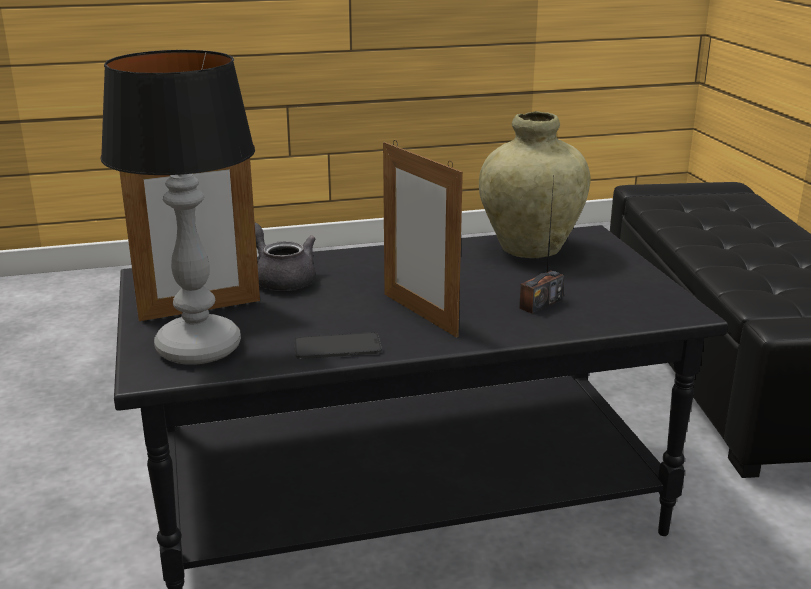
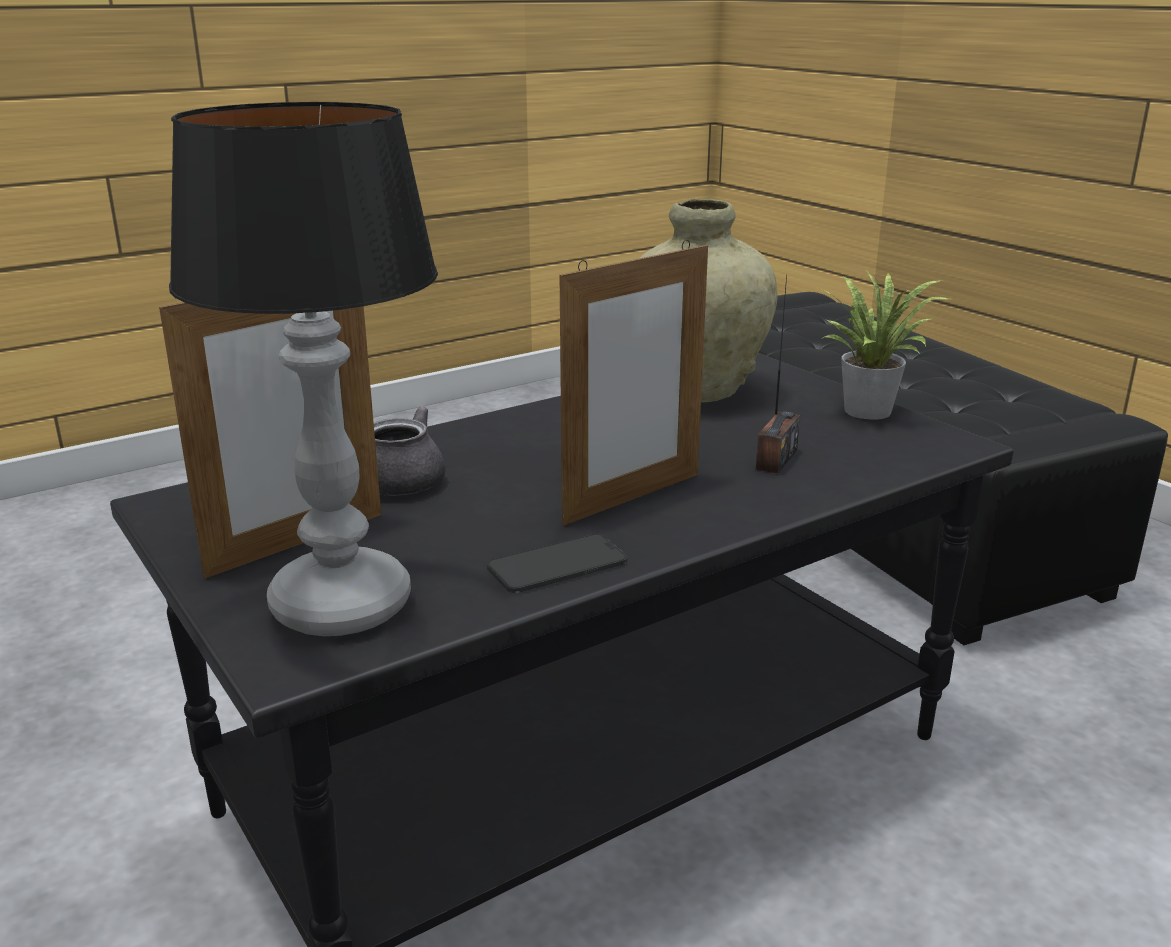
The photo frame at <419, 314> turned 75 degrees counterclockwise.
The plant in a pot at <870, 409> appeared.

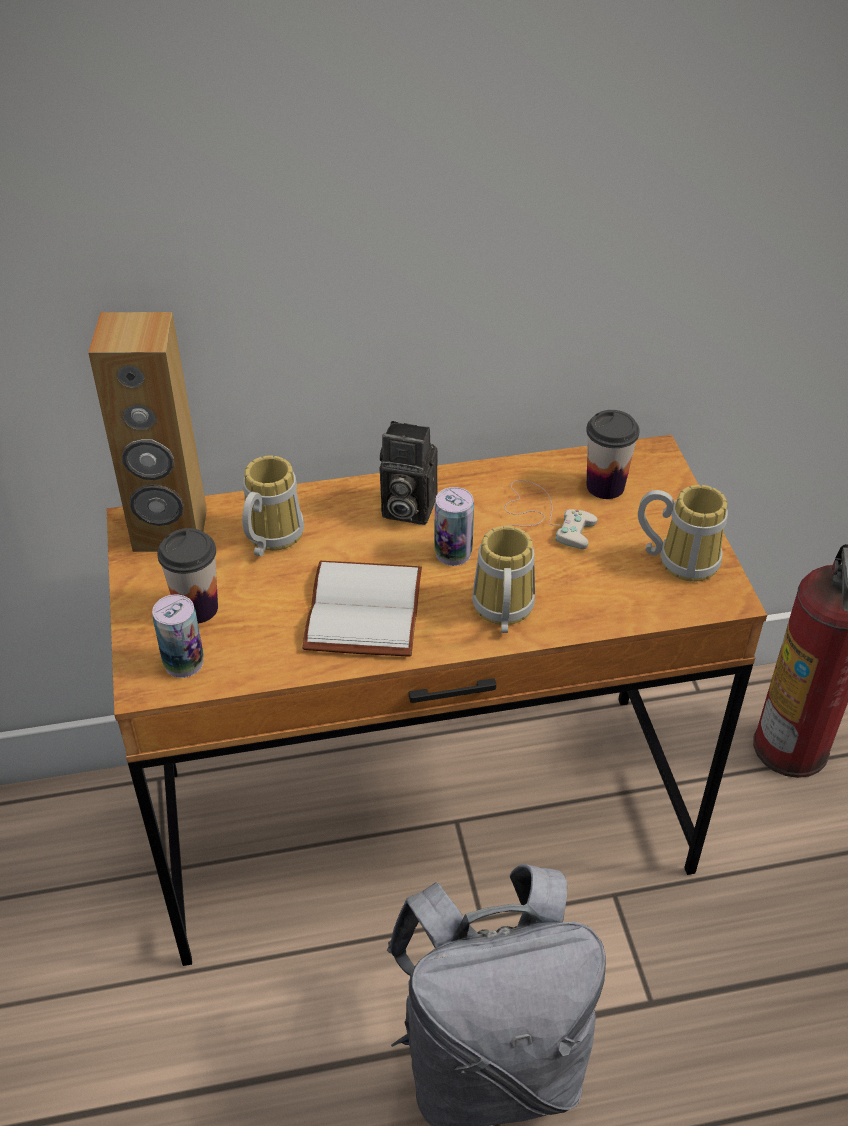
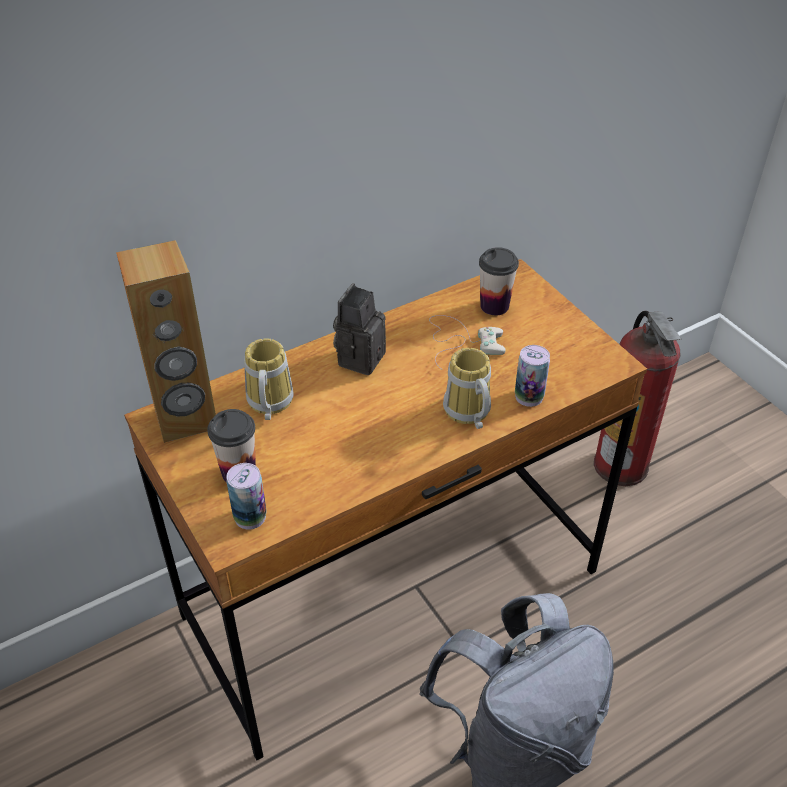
The whitish volume at <360, 609> disappeared.
The still camera at <405, 508> turned 120 degrees clockwise.
The sealed can moved from <453, 553> to <529, 396>.
The mug at <680, 558> disappeared.

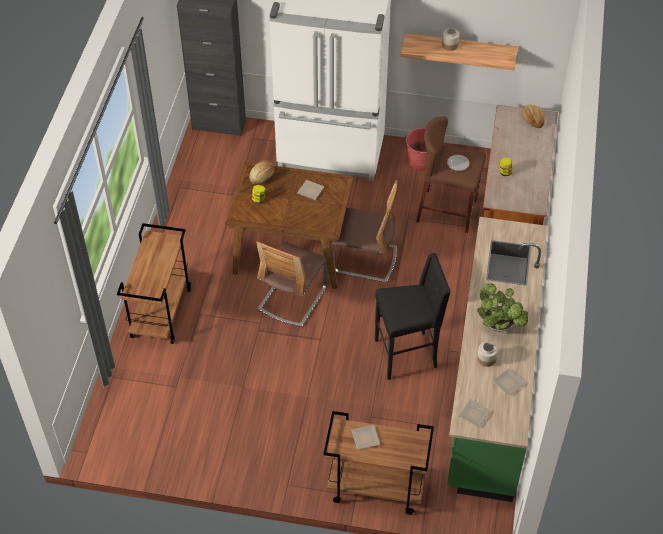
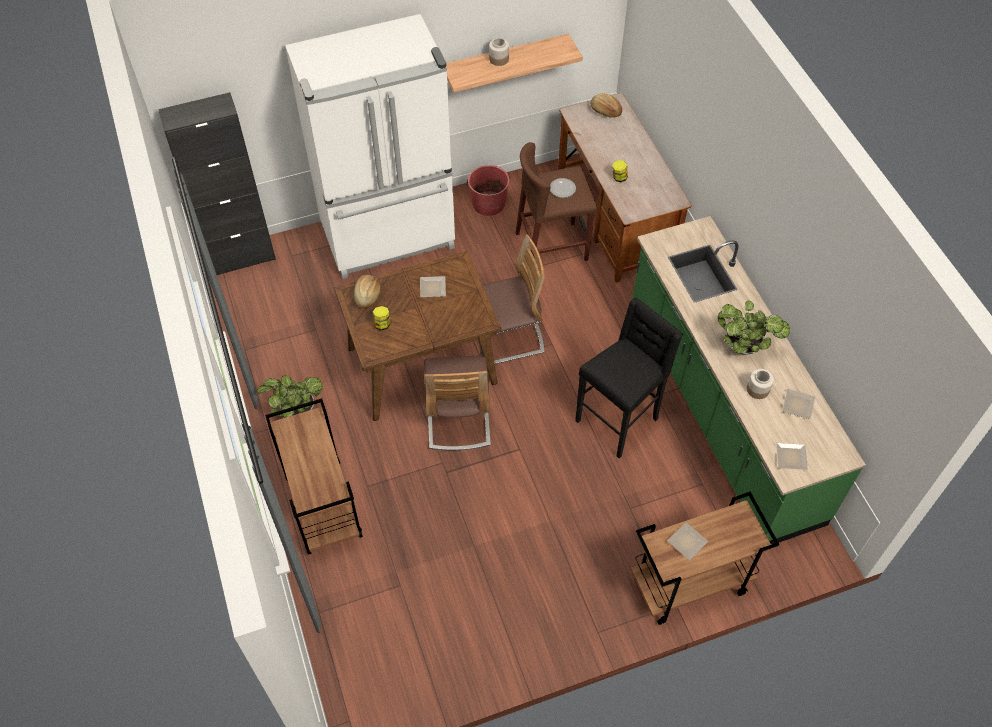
The plant in a pot at <296, 410> appeared.

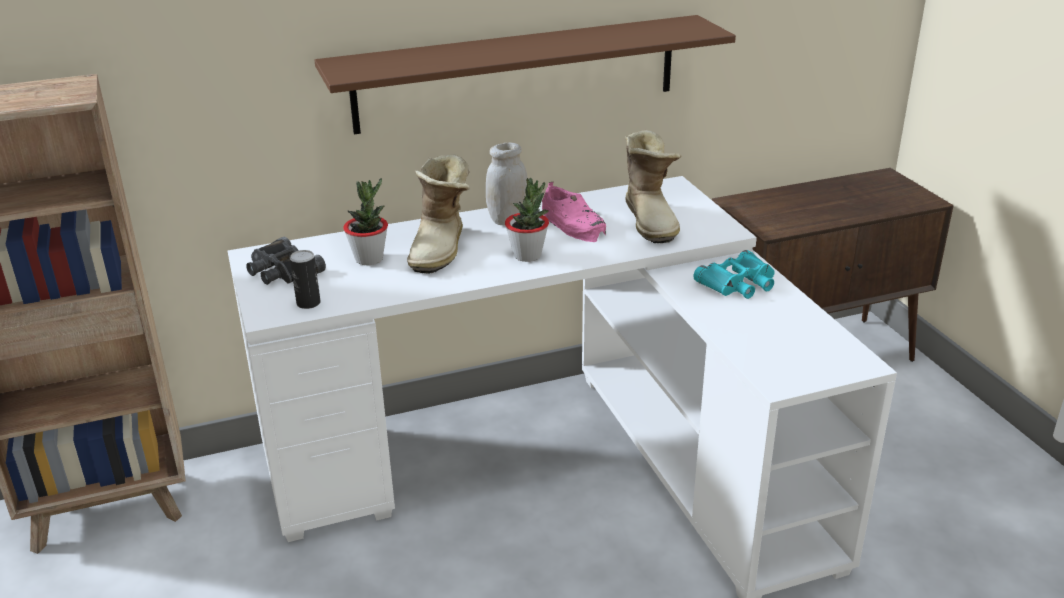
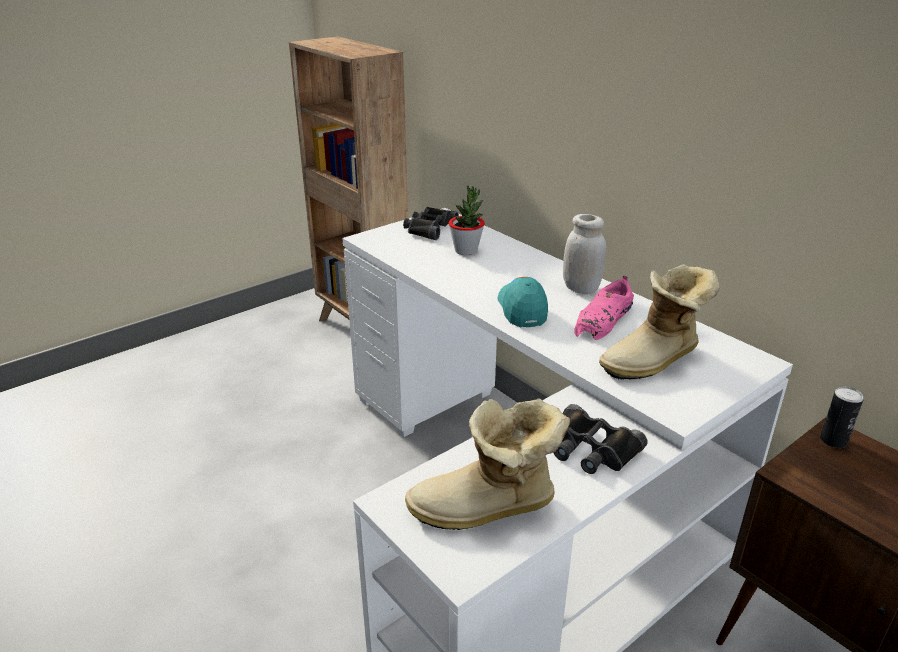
The sealed can moved from <308, 303> to <833, 440>.
The brown bracket shelf at <517, 73> disappeared.
The high-top boot moved from <442, 249> to <487, 509>.
The plant in a pot at <527, 255> was replaced by the turquoise cap at <522, 309>.
The turquoise binoculars at <738, 283> became the black binoculars at <590, 449>.

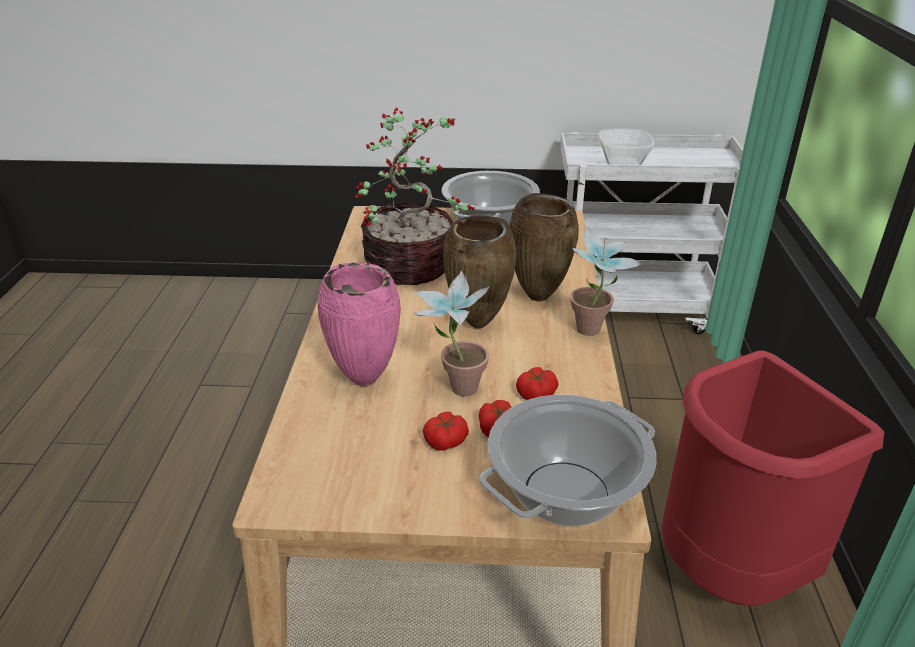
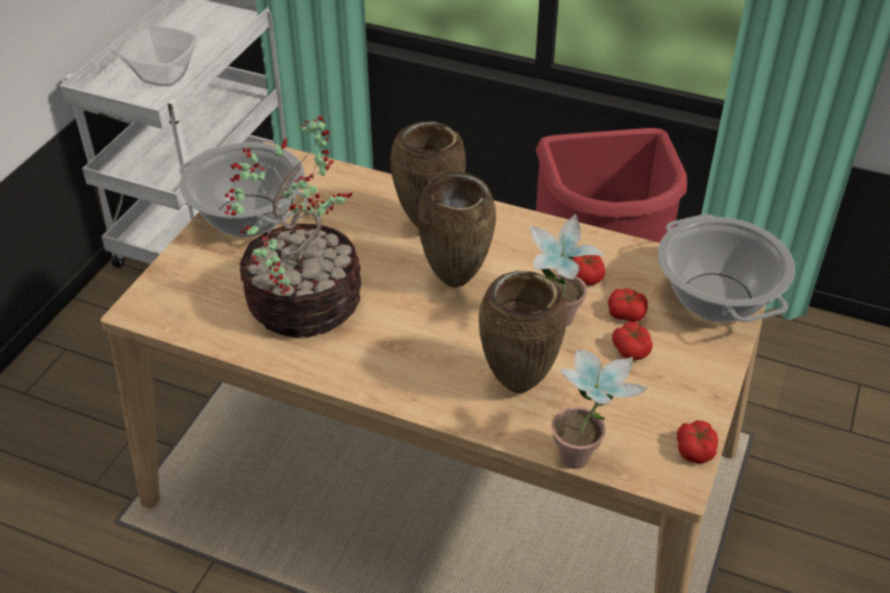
The pinkish flower vase at <366, 380> became the brown flower vase at <518, 384>.
The plant in a pot moved from <593, 334> to <586, 457>.
The fresh tomato at <695, 449> appeared.

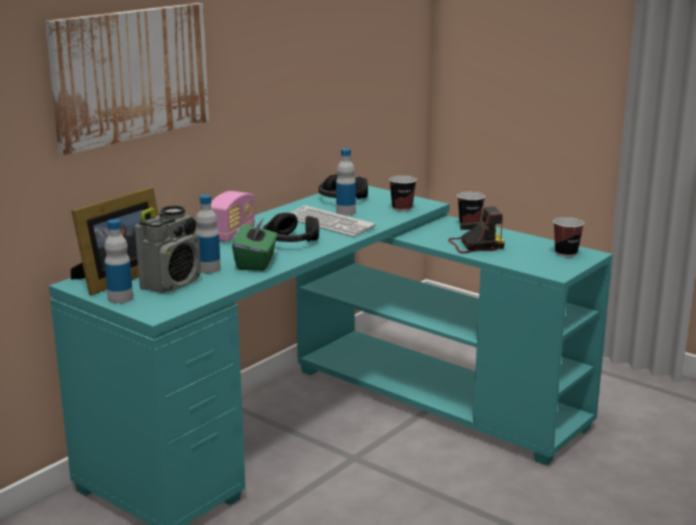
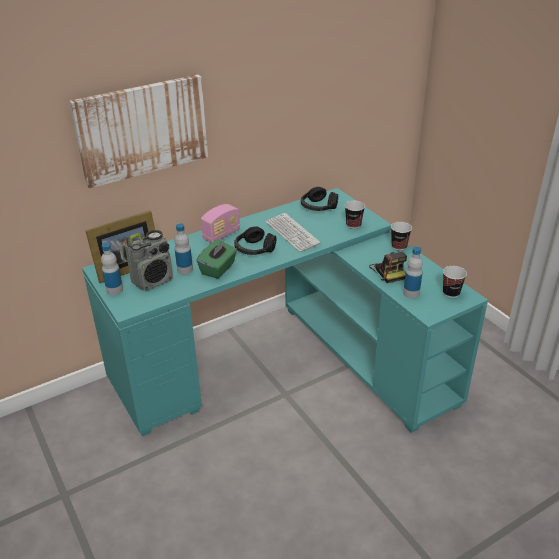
The bottle moved from <346, 212> to <411, 293>.
The still camera at <475, 246> turned 60 degrees clockwise.

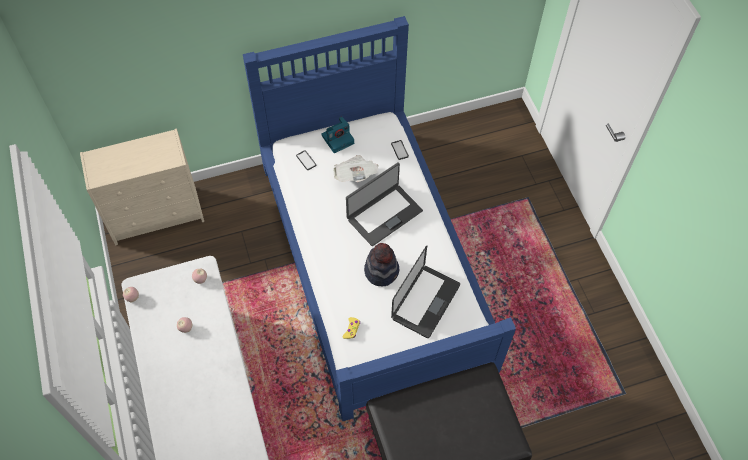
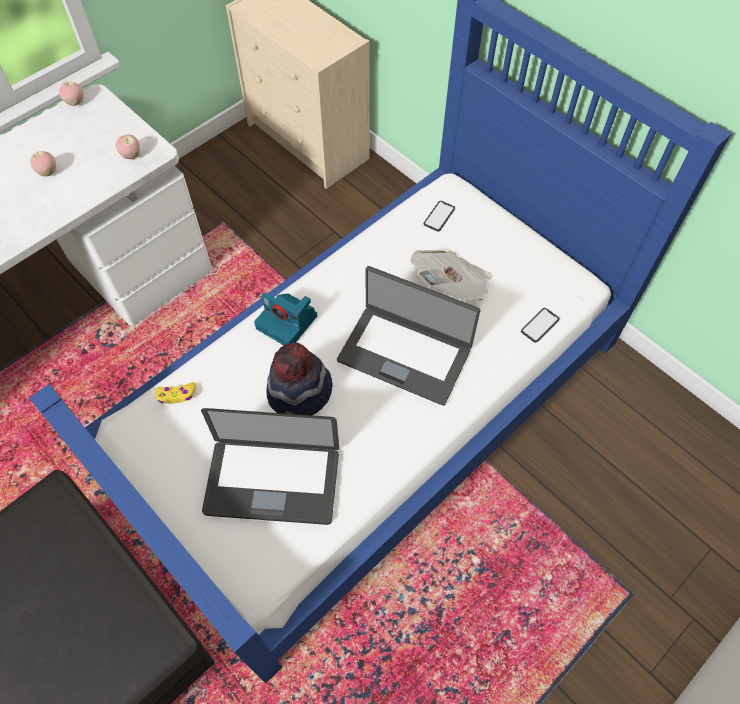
The still camera moved from <338, 139> to <288, 322>.

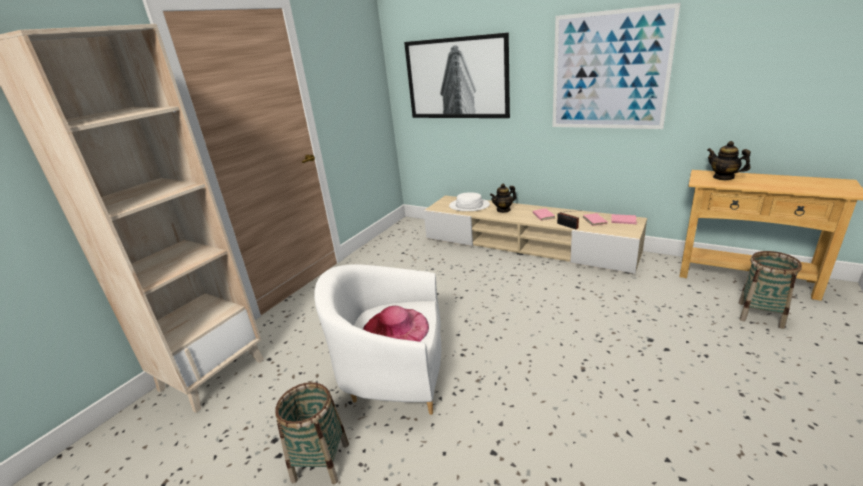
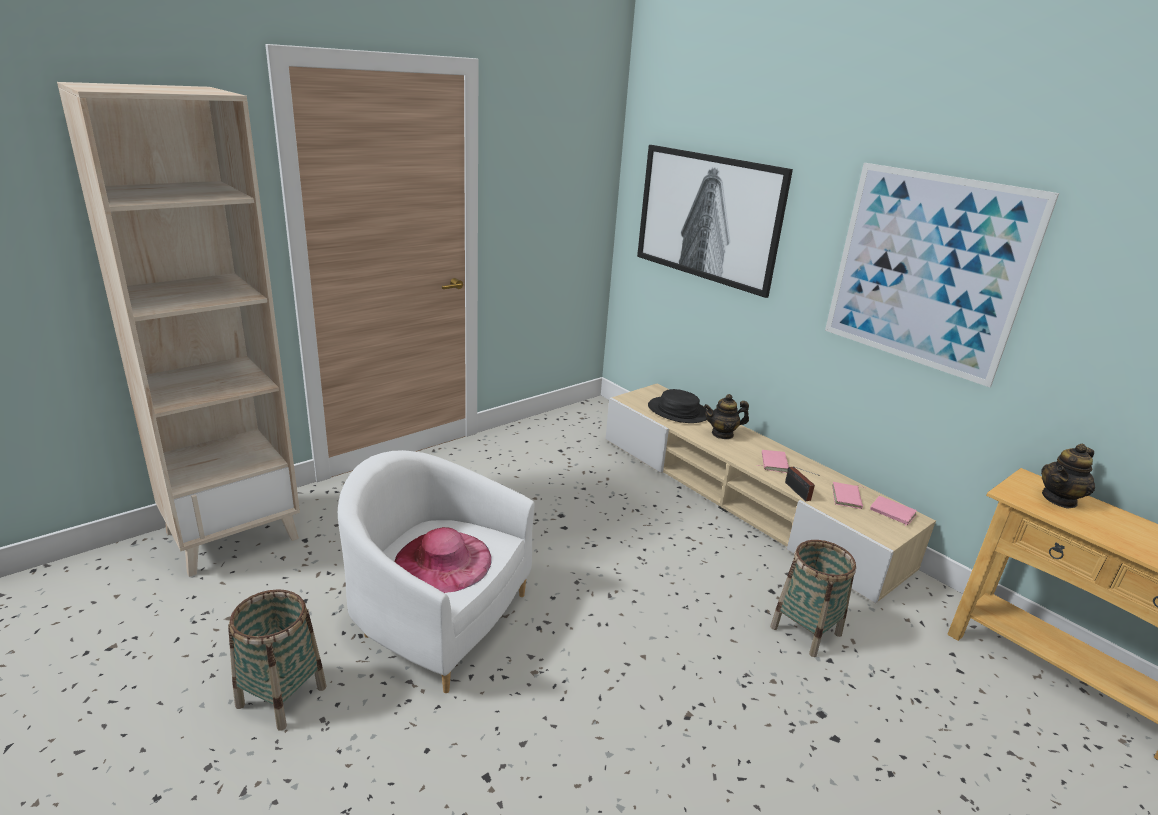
The whitish clothing hat at <469, 206> became the black clothing hat at <678, 411>.
The tea pot at <723, 177> turned 105 degrees counterclockwise.
The basket moved from <760, 315> to <805, 631>.

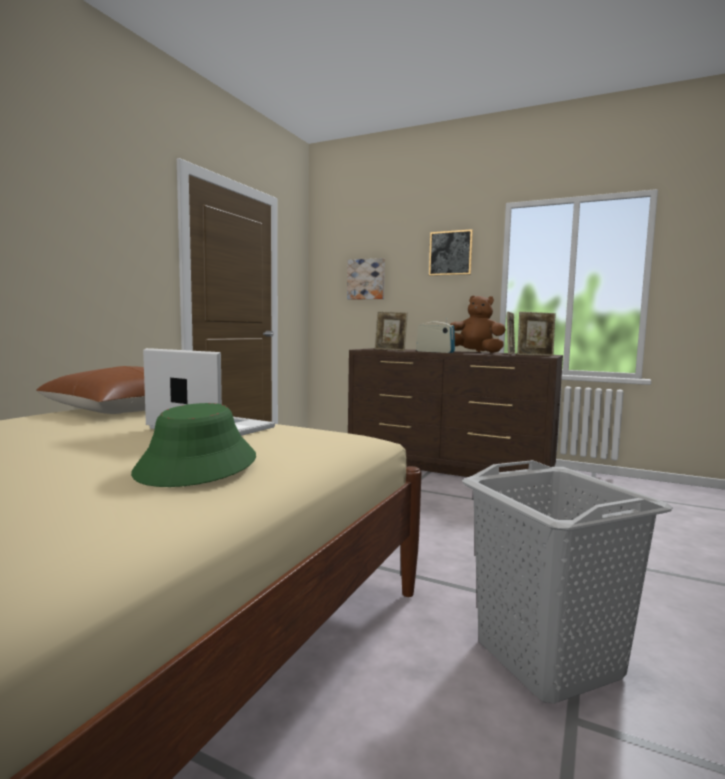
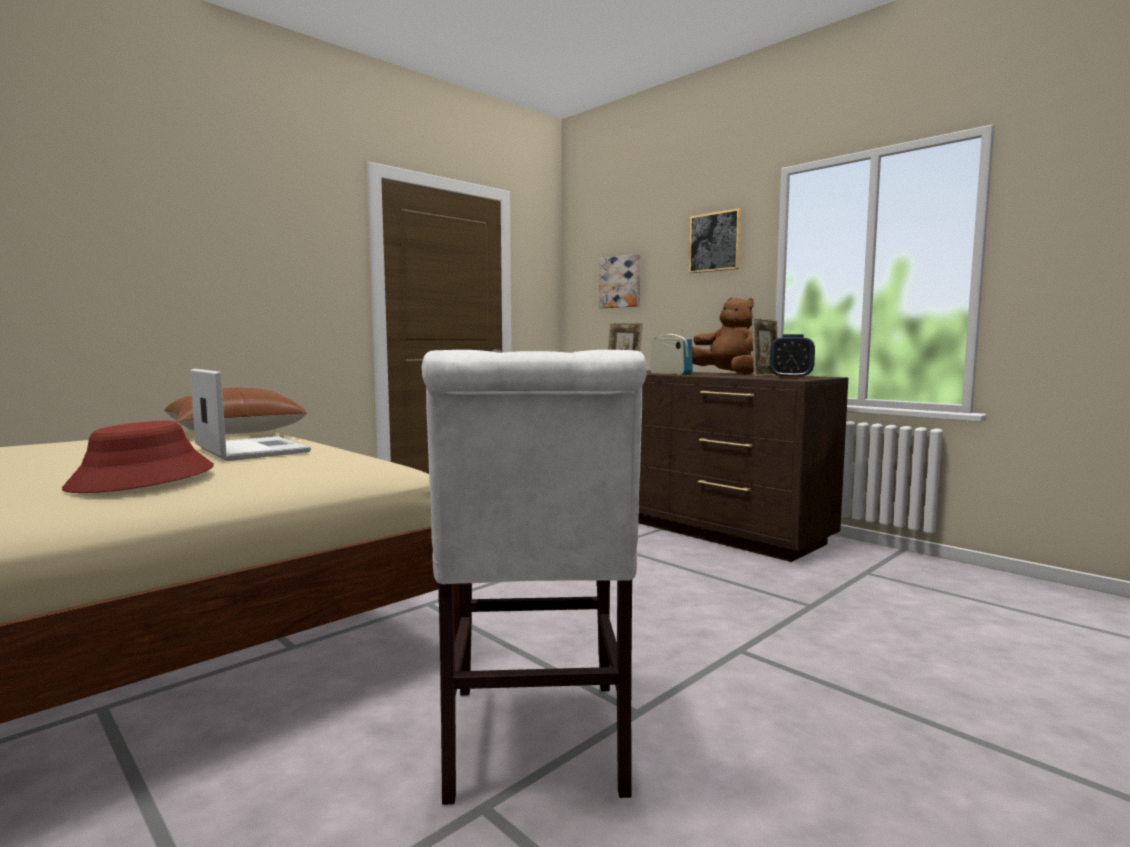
The green clothing hat at <198, 465> became the reddish clothing hat at <143, 479>.
The greyish washing basket at <548, 659> was replaced by the whitish upright chair at <535, 747>.
The photo frame at <535, 355> was replaced by the bedside clock at <791, 378>.

